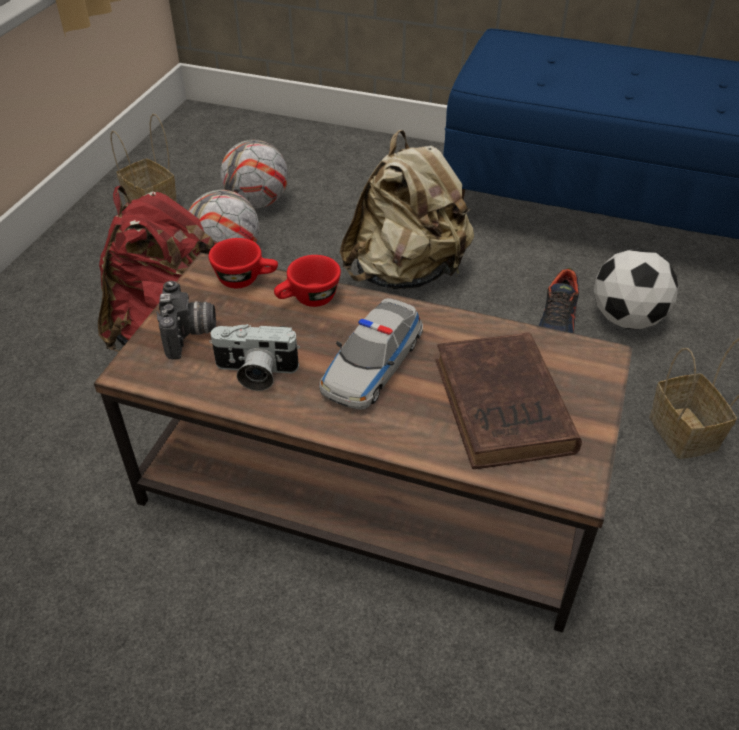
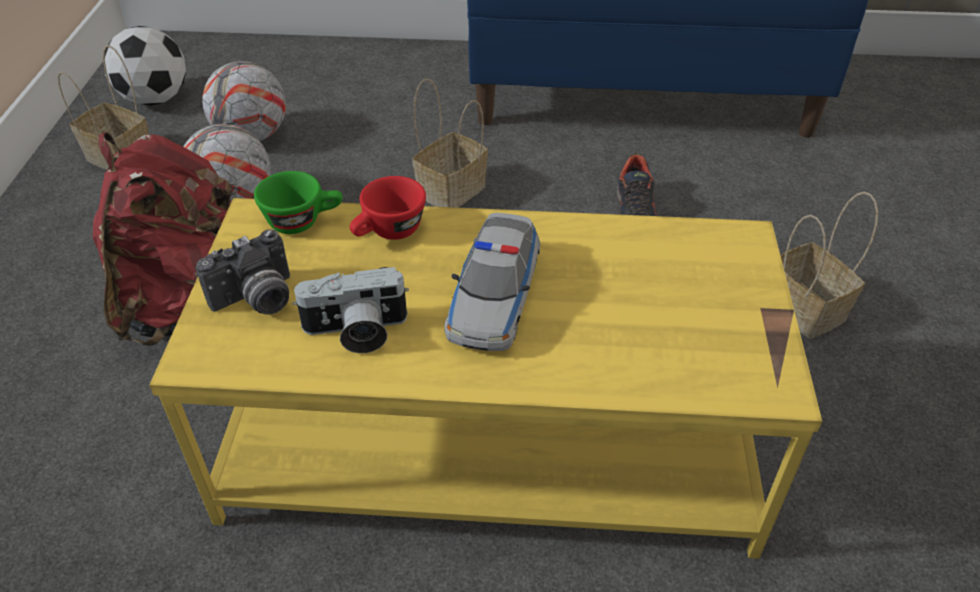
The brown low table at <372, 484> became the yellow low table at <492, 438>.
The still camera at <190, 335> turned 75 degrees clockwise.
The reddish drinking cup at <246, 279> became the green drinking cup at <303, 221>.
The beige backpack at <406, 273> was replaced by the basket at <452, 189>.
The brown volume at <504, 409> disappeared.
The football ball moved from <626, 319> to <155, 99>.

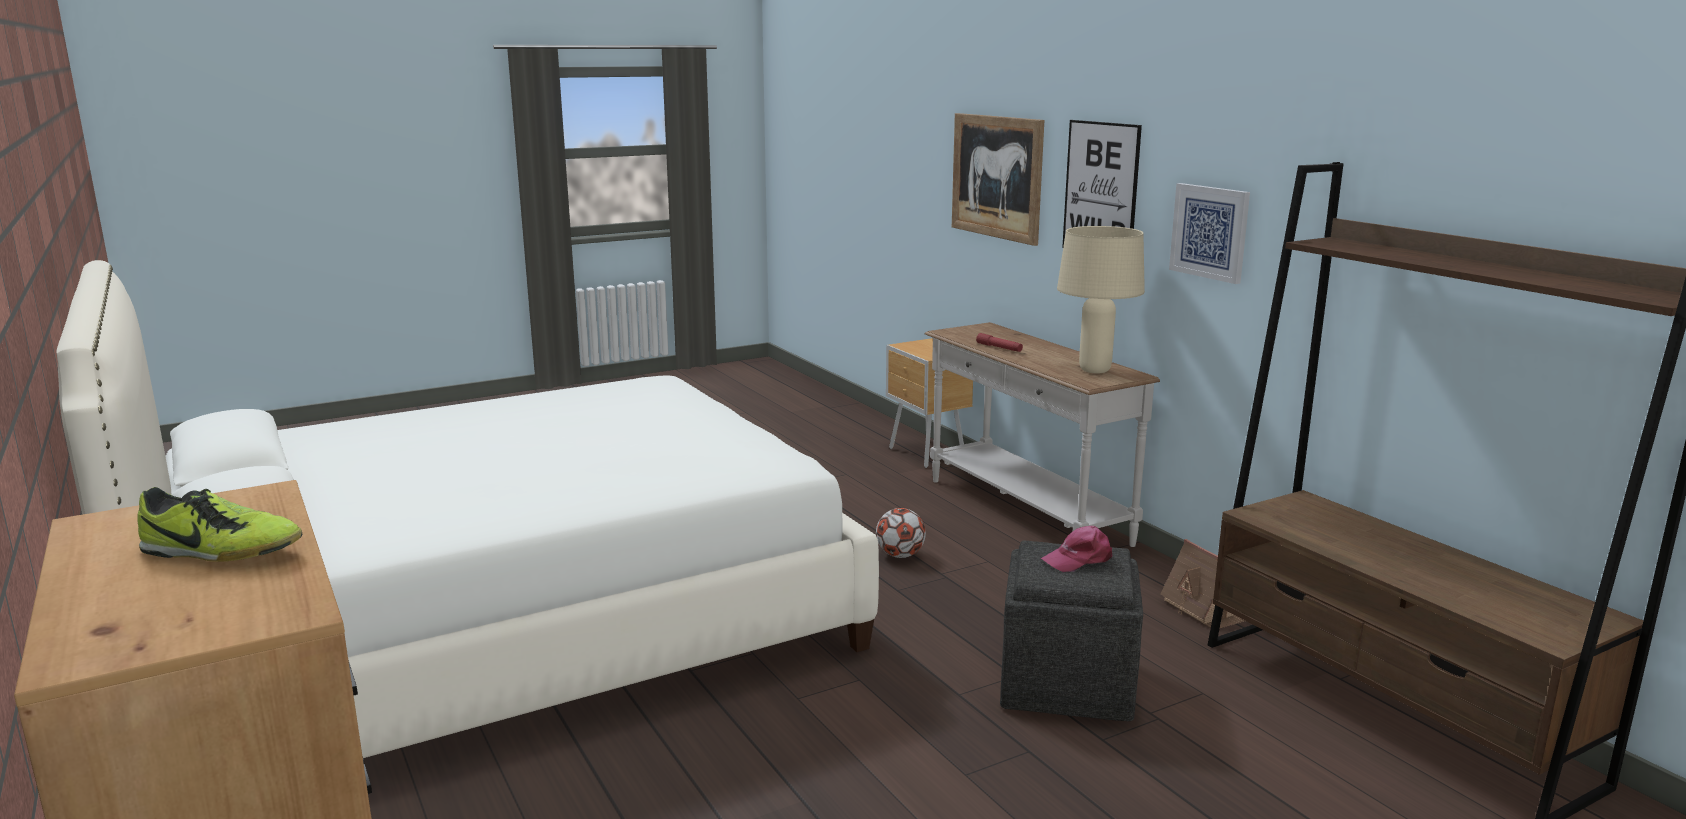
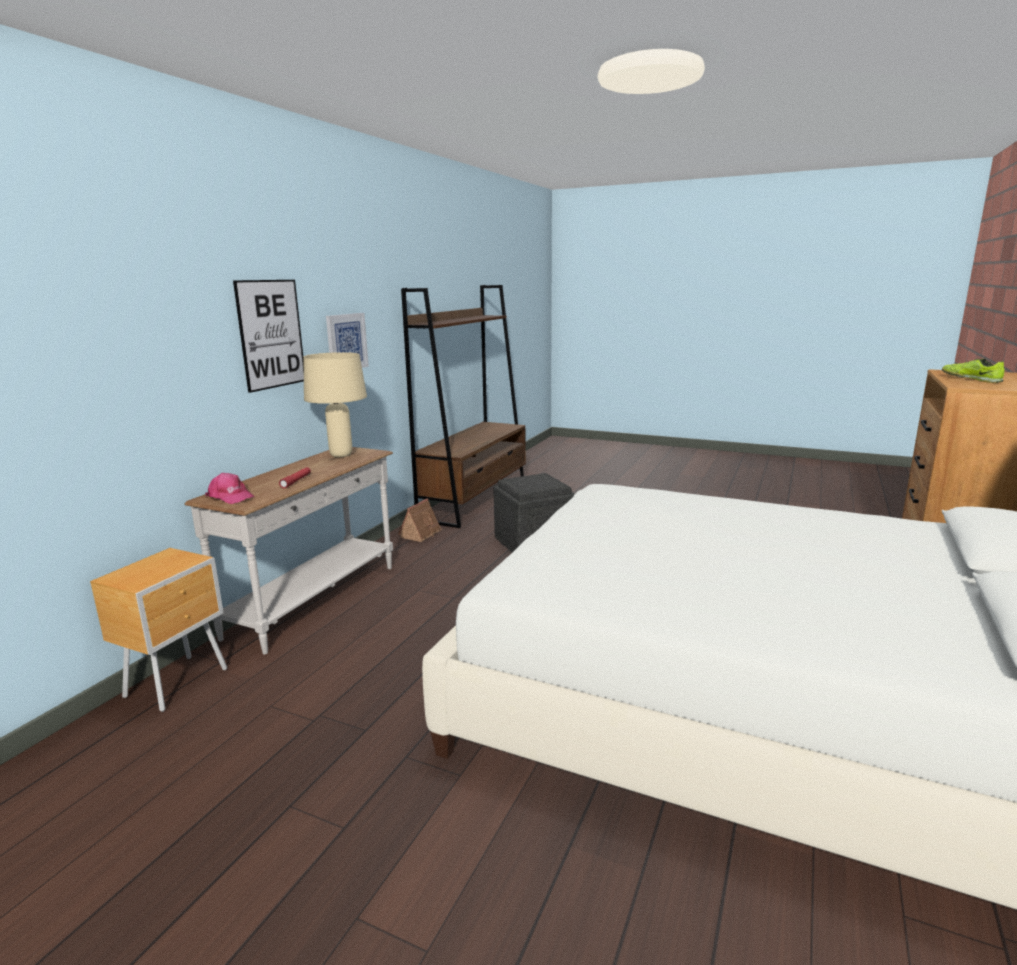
The football ball at <900, 555> disappeared.
The wall art at <996, 177> disappeared.
The pinkish cap moved from <1079, 559> to <230, 497>.

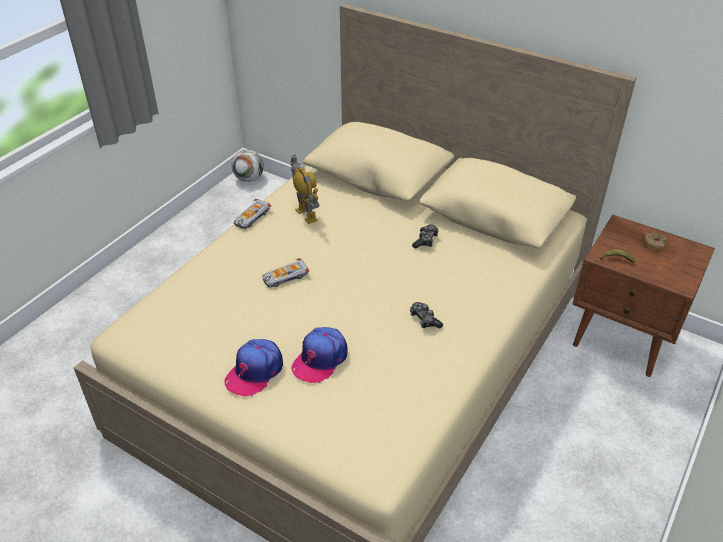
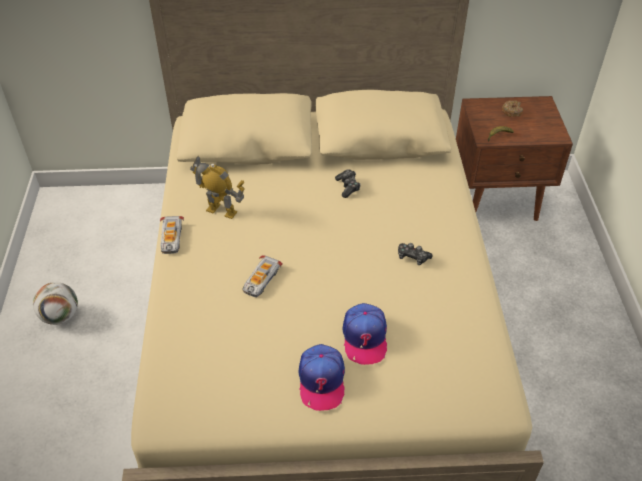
The football ball moved from <249, 178> to <60, 316>.

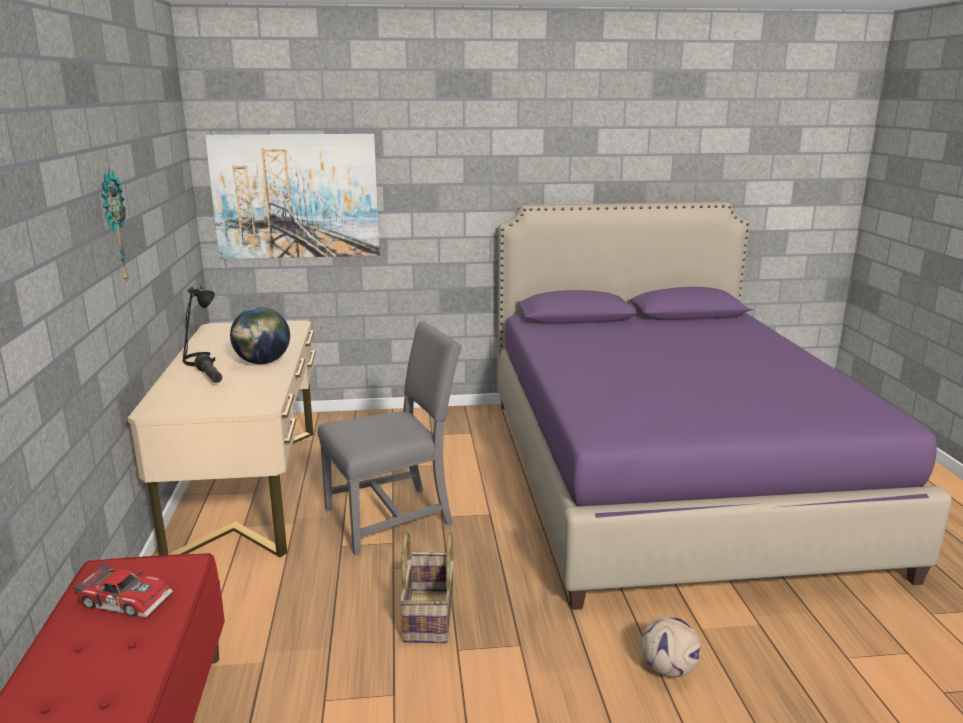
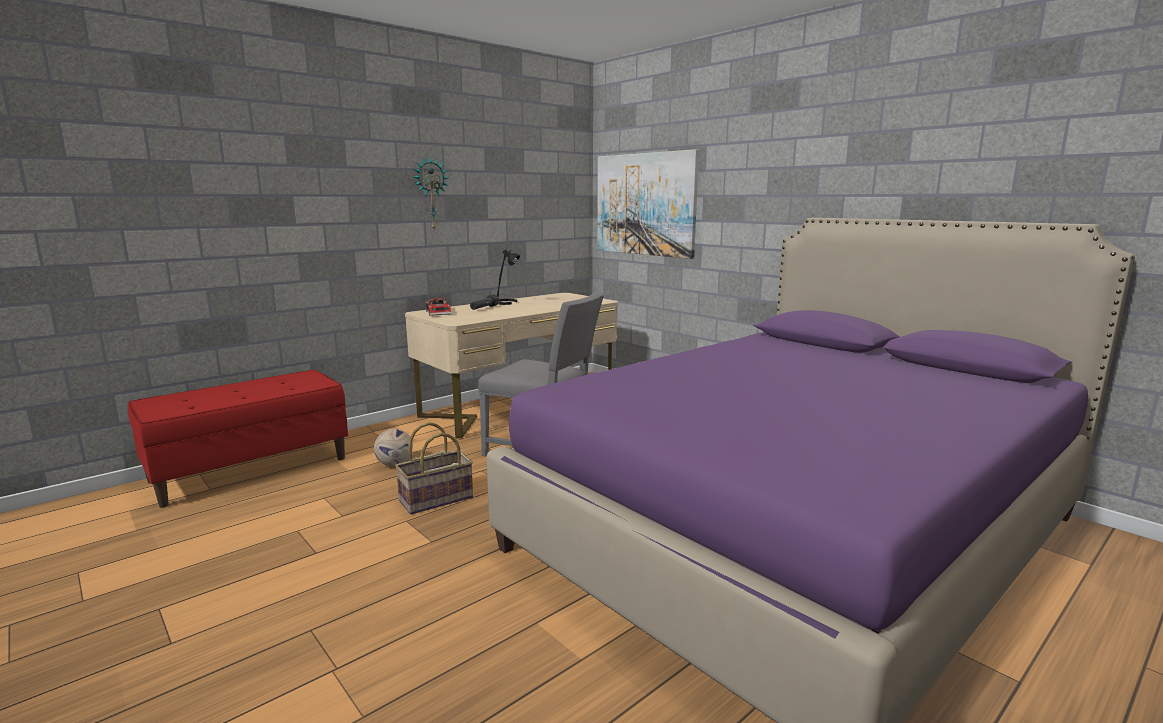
The miniature car moved from <127, 598> to <439, 312>.
The world globe at <263, 362> disappeared.
The football ball moved from <669, 670> to <394, 464>.

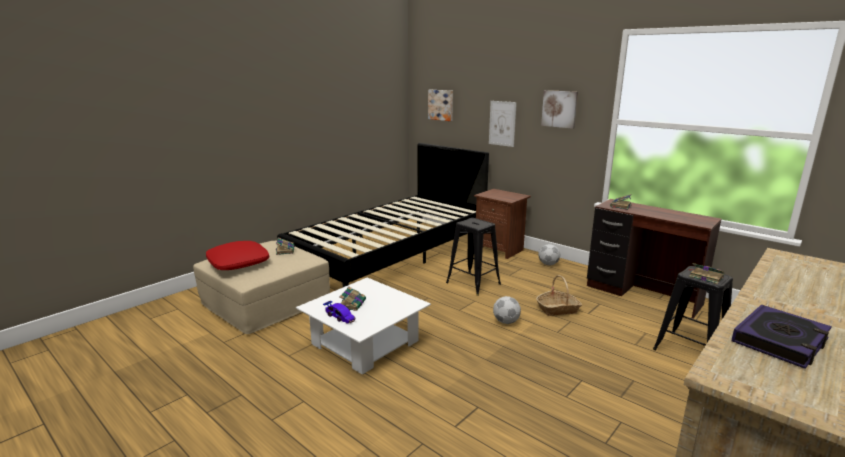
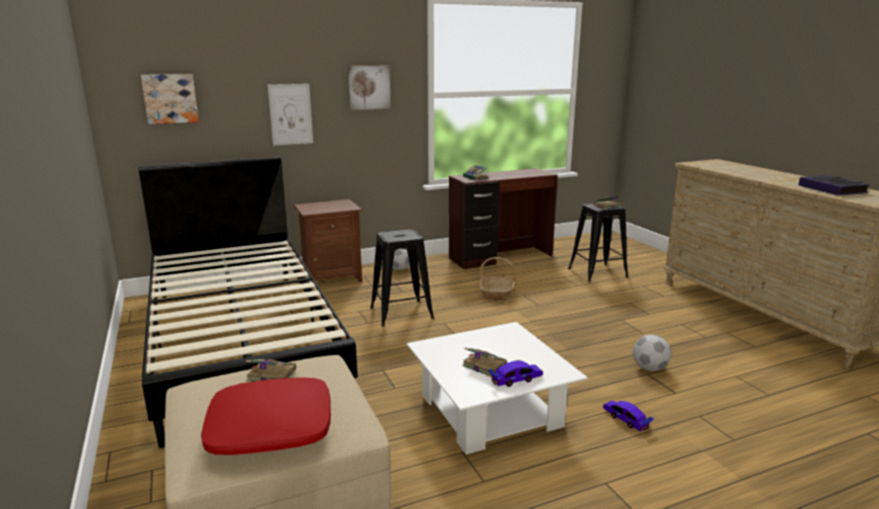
The football ball moved from <506, 322> to <650, 368>.
The miniature car at <625, 419> appeared.

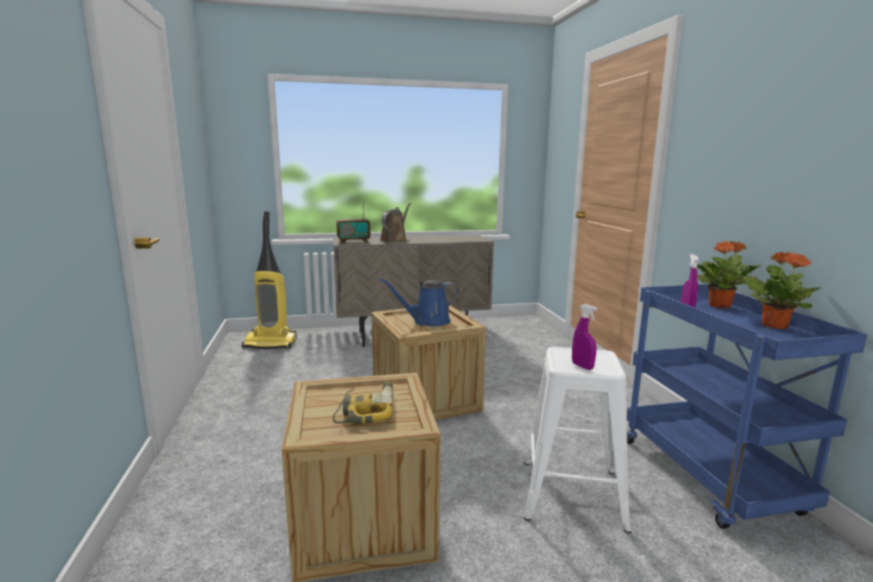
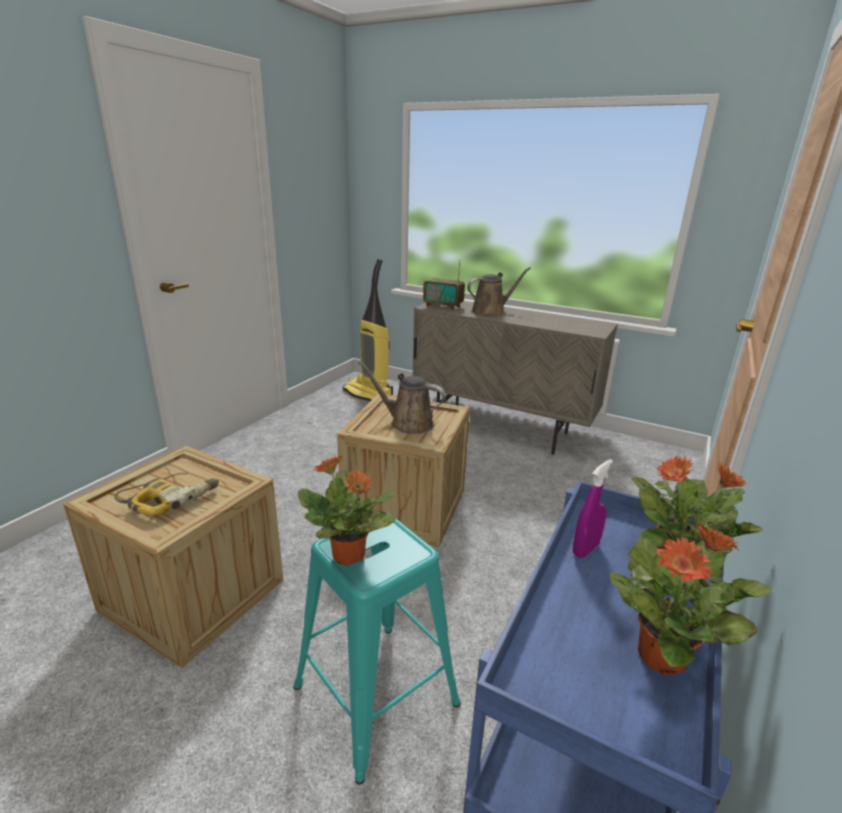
The blue sprinkling can at <428, 321> became the brown sprinkling can at <407, 423>.
The whitish stool seat at <573, 494> became the turquoise stool seat at <375, 696>.
The purple-coloured sprayer at <582, 366> was replaced by the plant in a pot at <349, 556>.

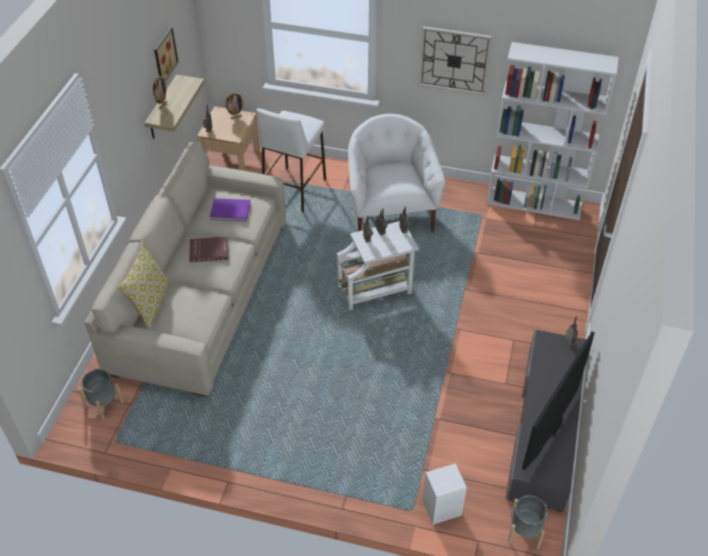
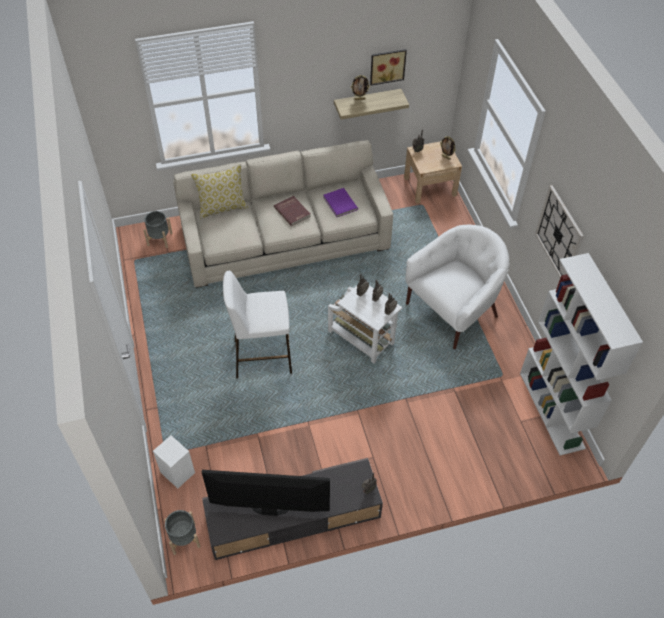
The whitish stool seat moved from <294, 190> to <262, 357>.

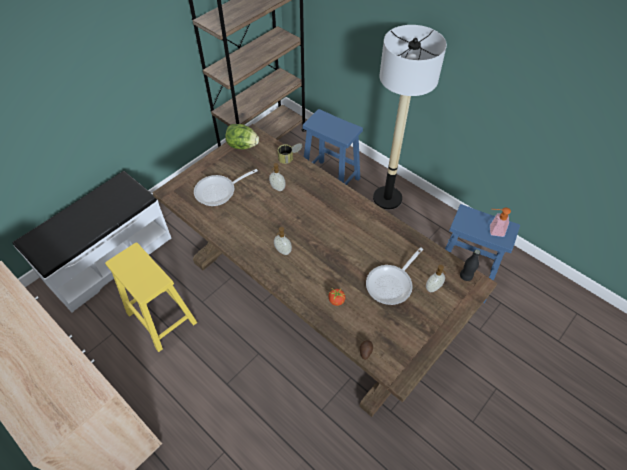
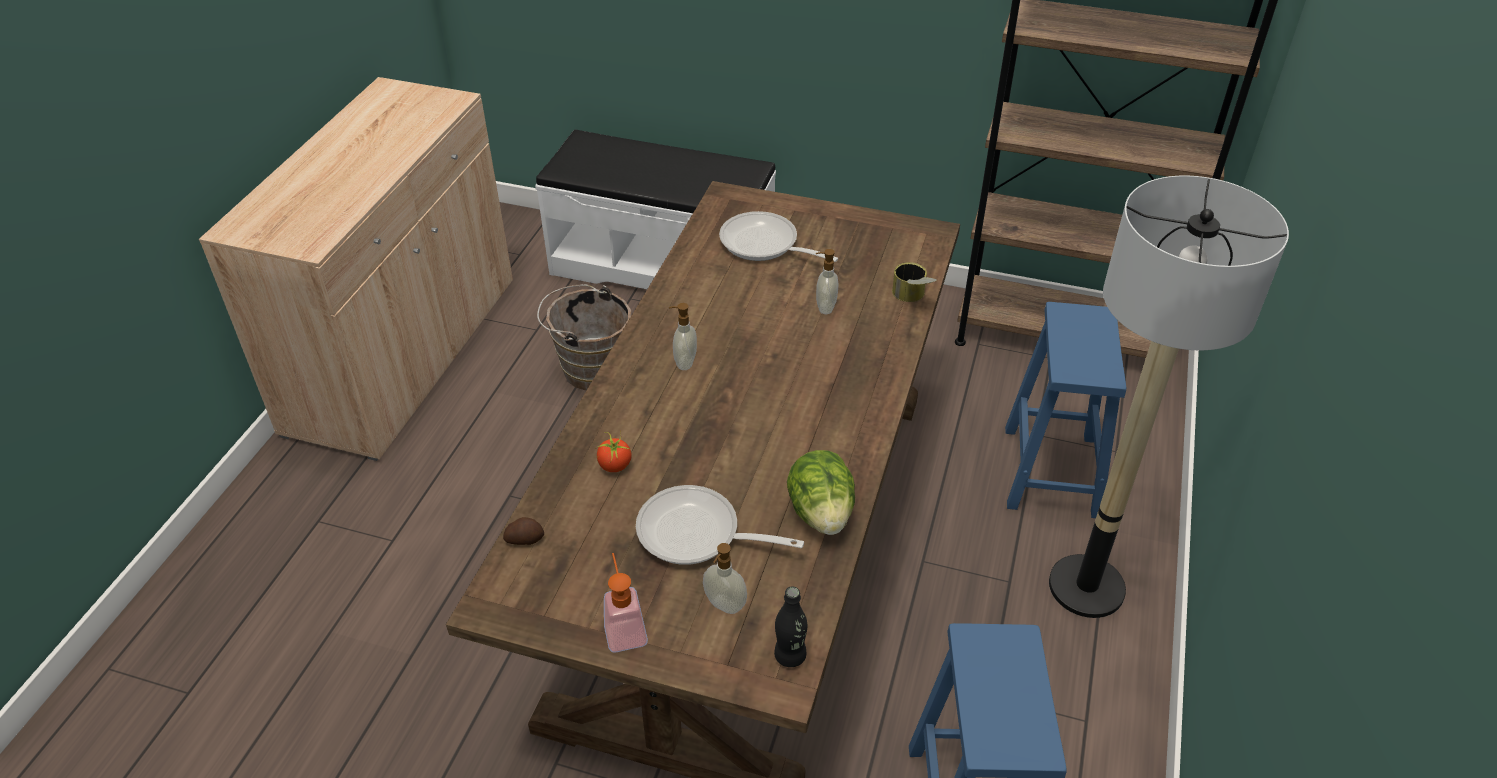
The yellow stool seat at <161, 317> was replaced by the brown water bucket at <590, 368>.
The lettuce head moved from <242, 146> to <821, 513>.
The soap dispenser moved from <493, 230> to <624, 628>.

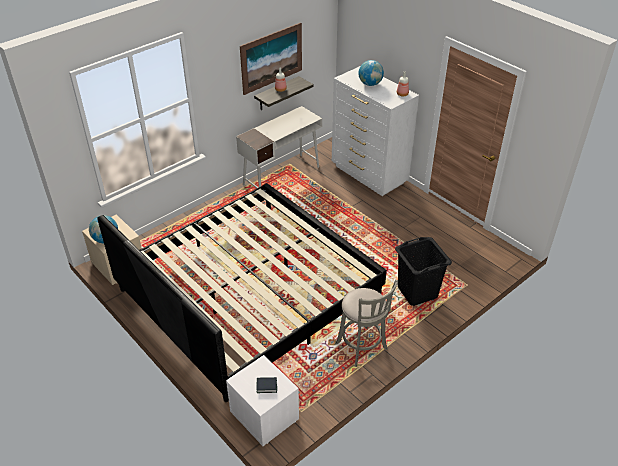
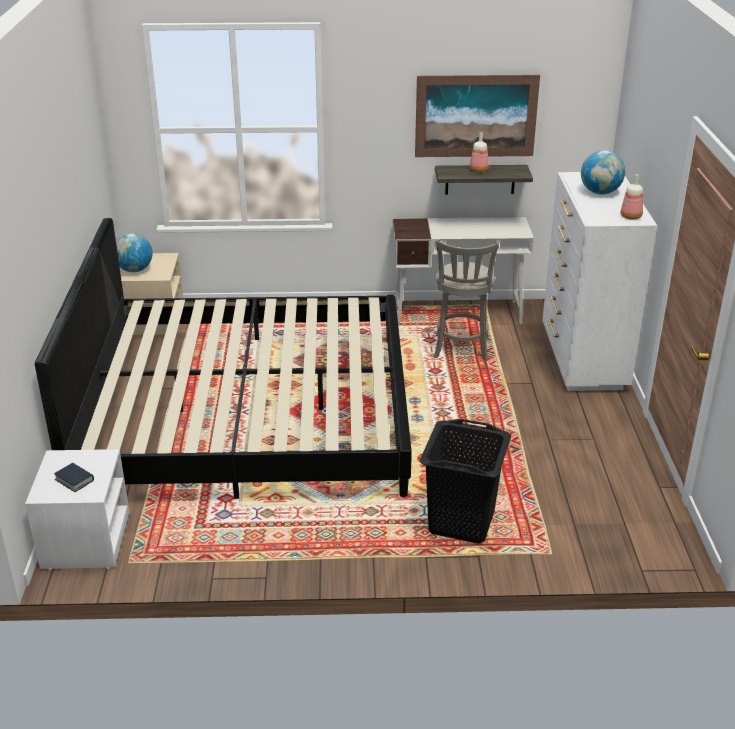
The greyish stool seat moved from <362, 348> to <461, 350>.

